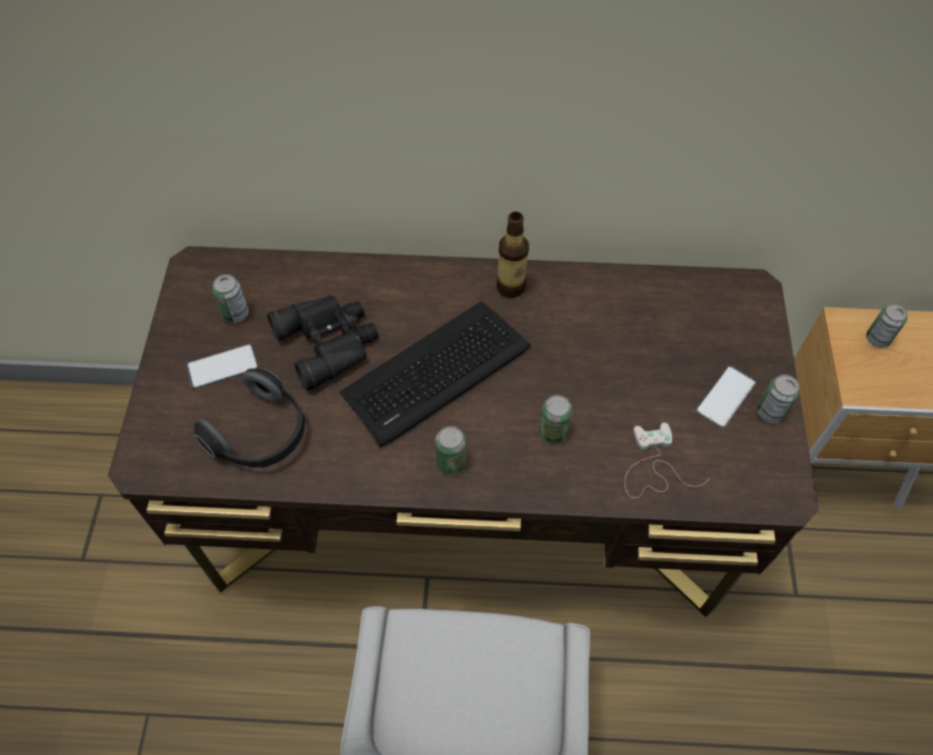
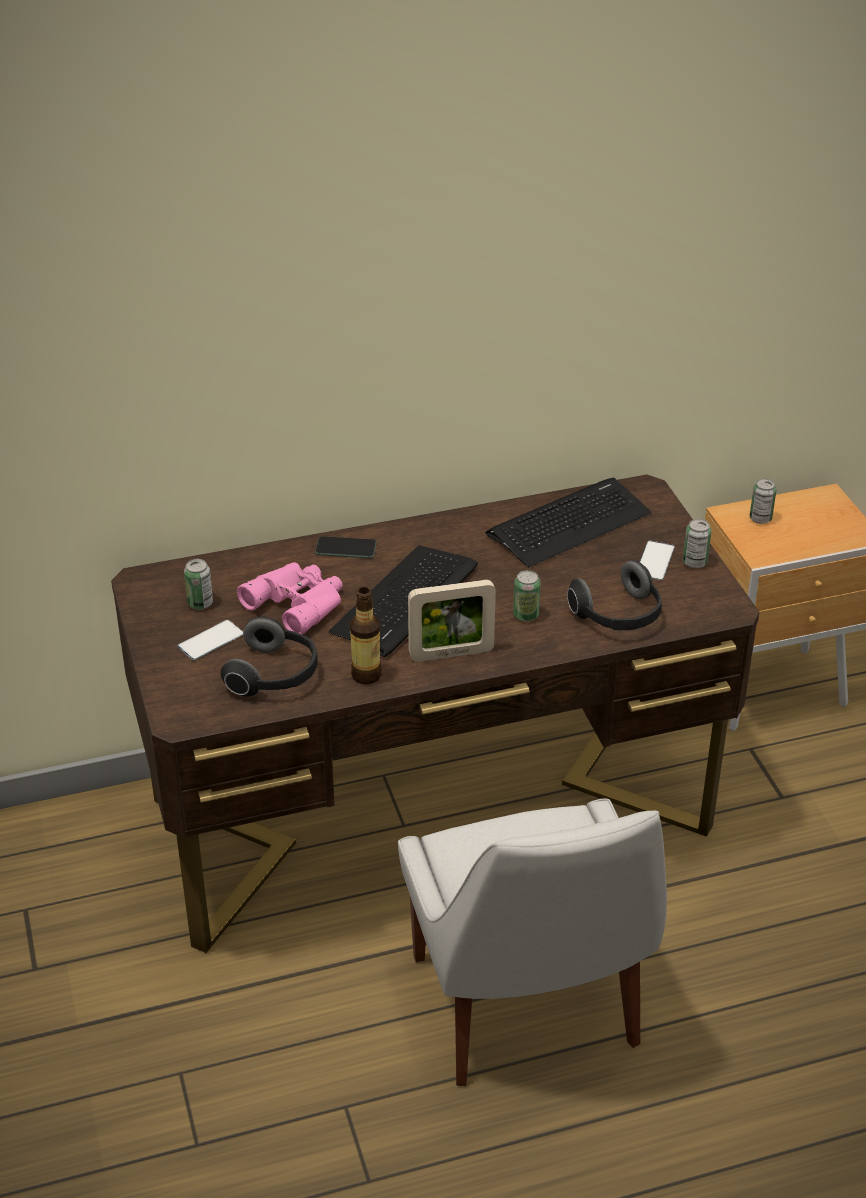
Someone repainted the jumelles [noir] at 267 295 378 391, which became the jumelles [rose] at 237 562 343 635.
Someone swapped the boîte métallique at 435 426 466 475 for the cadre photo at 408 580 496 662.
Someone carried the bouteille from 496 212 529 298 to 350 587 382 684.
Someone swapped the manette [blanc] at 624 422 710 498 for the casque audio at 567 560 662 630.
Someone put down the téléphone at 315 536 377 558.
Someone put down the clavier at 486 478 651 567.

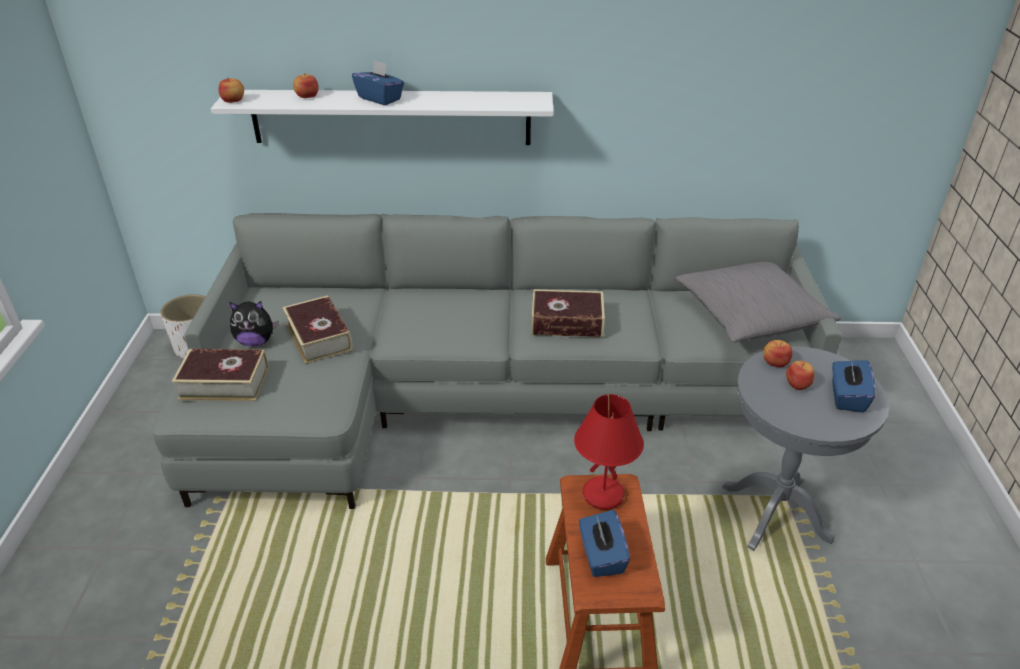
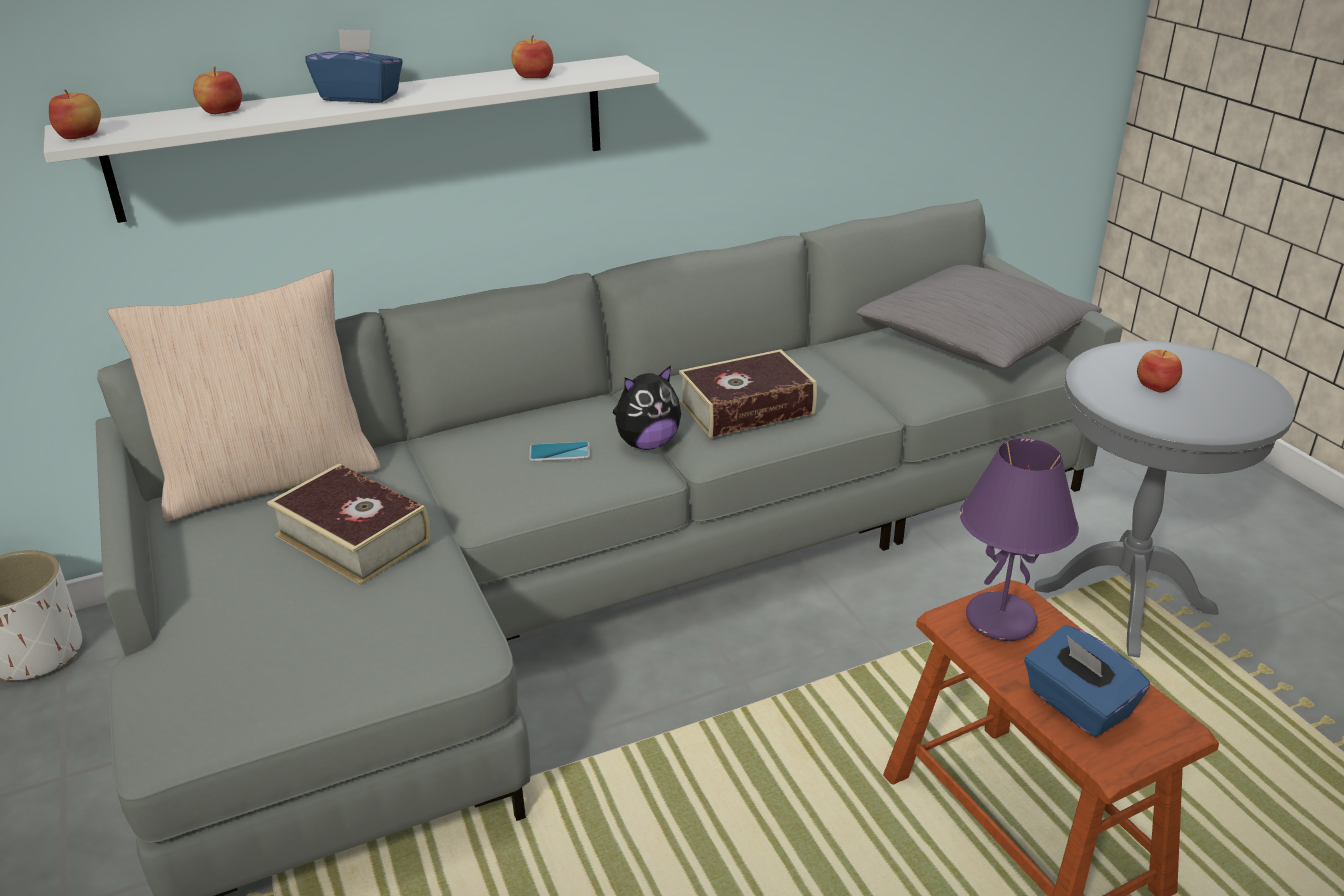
Someone took away the livre at 172 349 269 401.
Someone carried the peluche from 229 301 279 346 to 613 365 681 450.
Someone repainted the lampe de table [rouge] at 574 394 644 510, which became the lampe de table [violet] at 960 438 1079 641.
Someone carried the pomme from 763 340 792 367 to 511 35 554 78.
Someone took away the boîte à mouchoirs [bleu] at 832 356 875 413.
Someone put down the coussin [beige] at 107 269 381 522.
Someone put down the téléphone at 529 442 590 461.

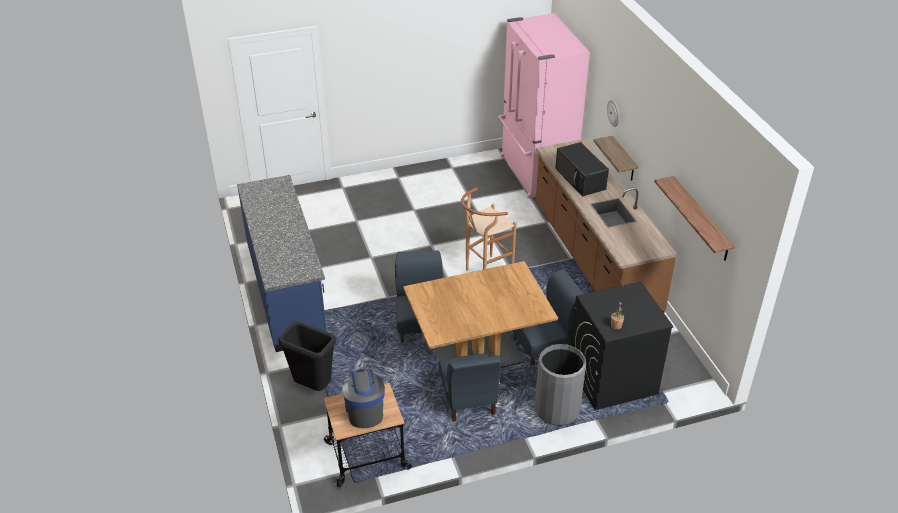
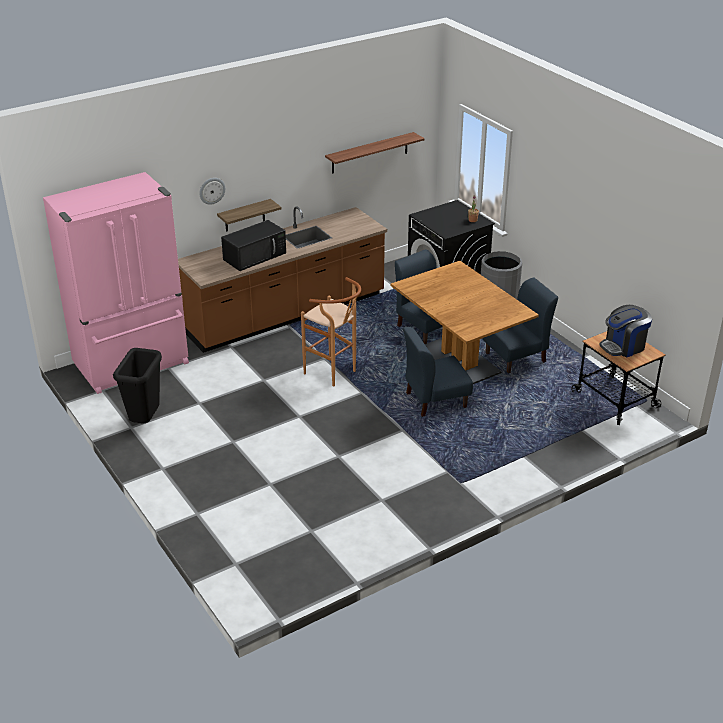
Someone took away the comptoir de cuisine [bleu] at 237 175 327 352.
Someone carried the poubelle [noir] from 278 321 336 391 to 113 348 162 423.

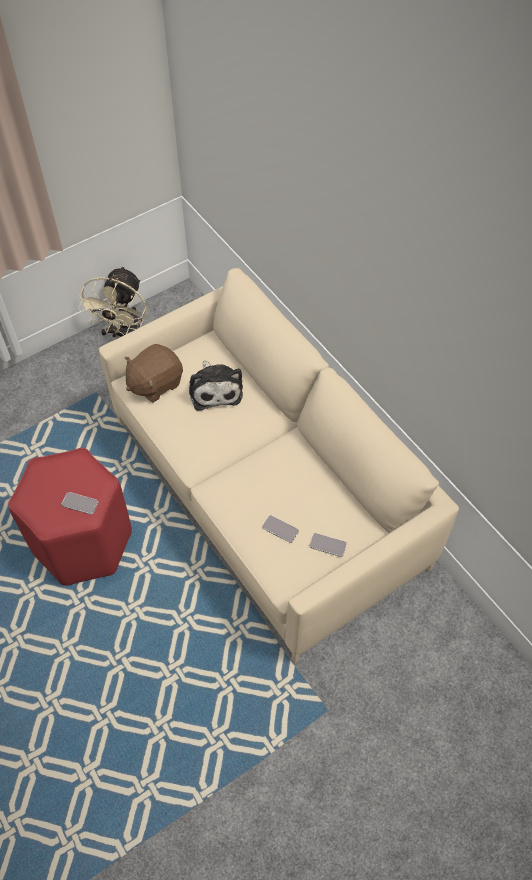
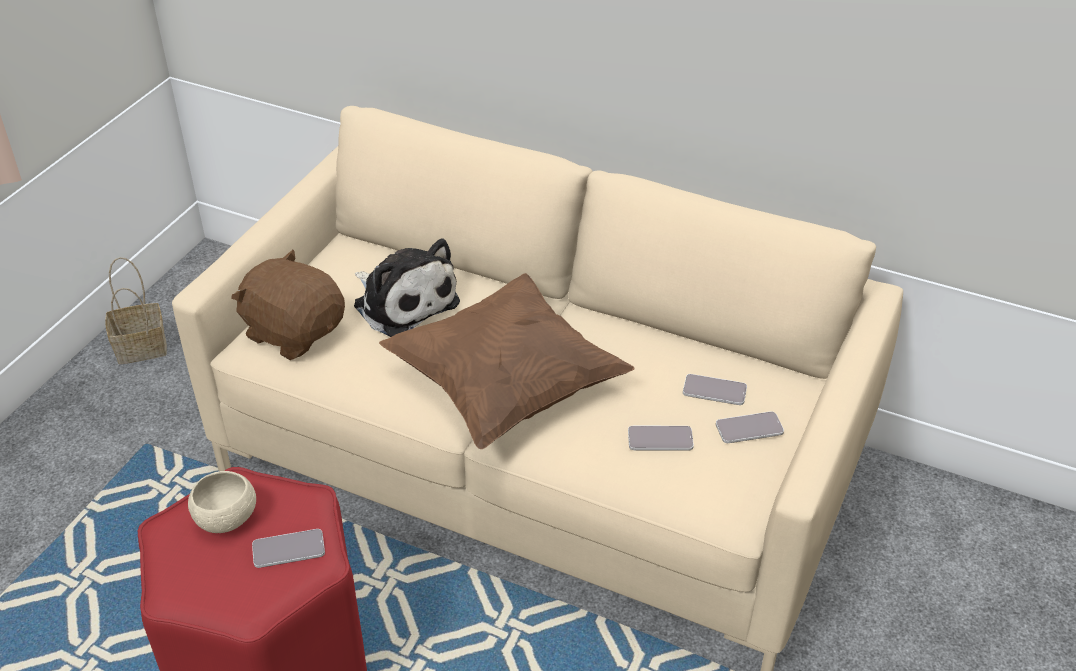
Someone swapped the ventilateur [beige] at 78 266 147 337 for the panier at 105 257 167 364.
Someone rotated the peluche [marron] at 124 344 183 403 by 105 degrees clockwise.
Someone put down the bol [beige] at 188 471 256 533.
Someone put down the coussin [marron] at 379 273 634 449.
Someone put down the téléphone at 683 374 747 405.

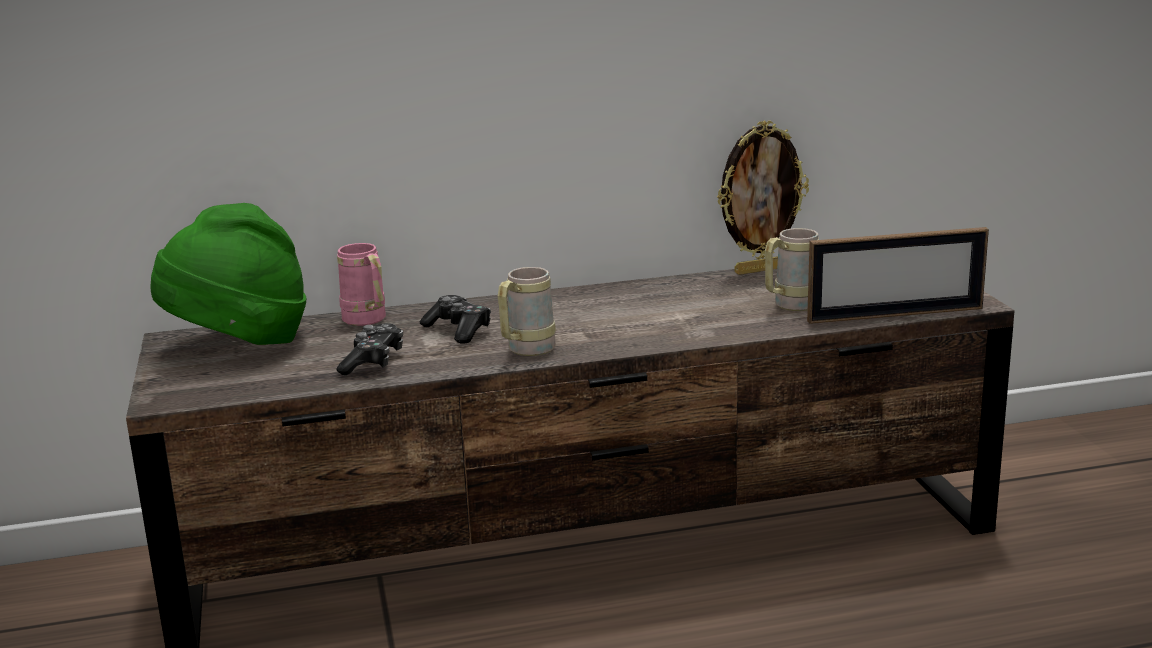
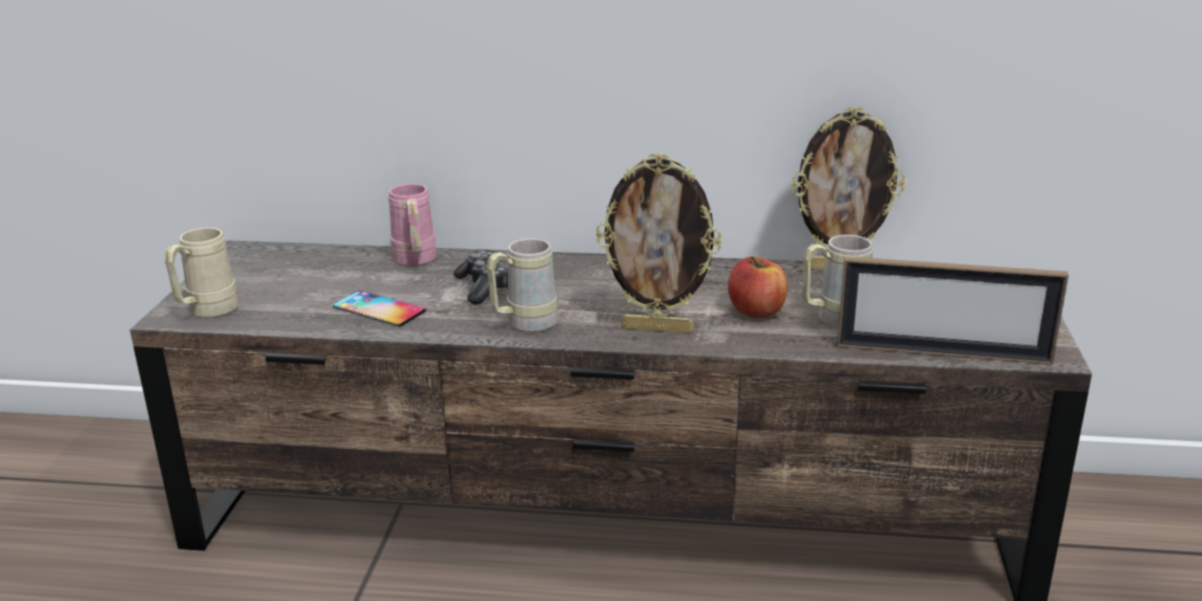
Someone took away the chapeau [vert] at 150 203 306 345.
Someone swapped the manette at 337 323 403 375 for the téléphone at 333 290 426 326.
Someone put down the mug [beige] at 165 227 238 318.
Someone put down the cadre photo at 596 153 722 333.
Someone put down the pomme at 728 256 788 318.

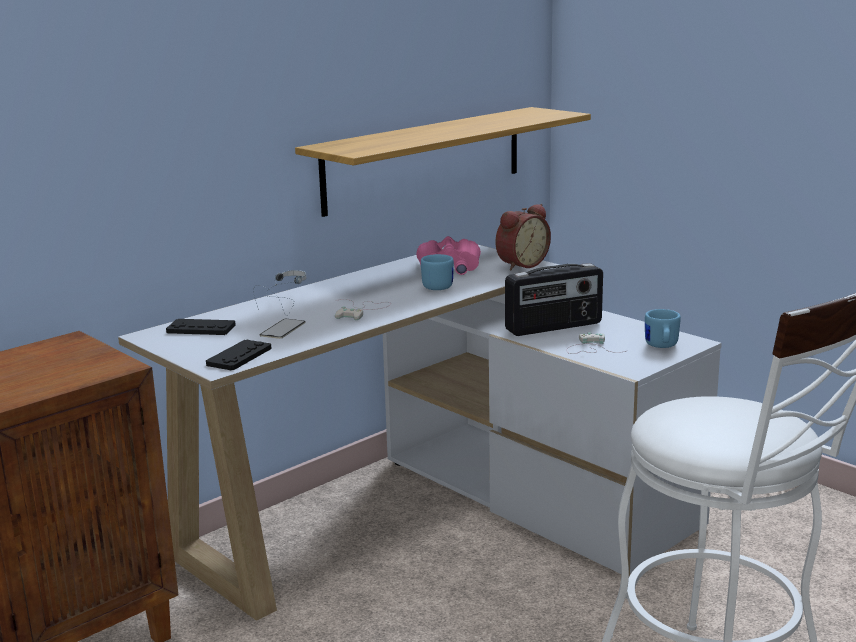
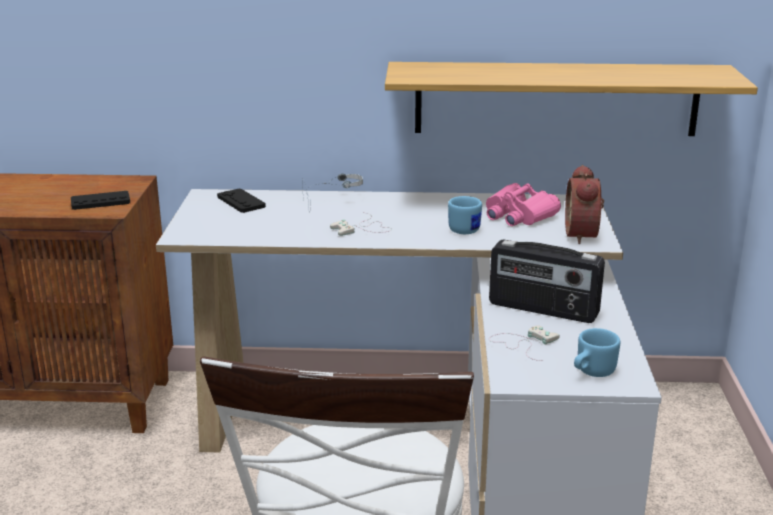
Someone carried the manette [noir] from 206 340 272 371 to 71 191 130 210.
Someone took away the téléphone at 259 319 306 339.
Someone rotated the réveil at 496 204 551 271 by 90 degrees clockwise.

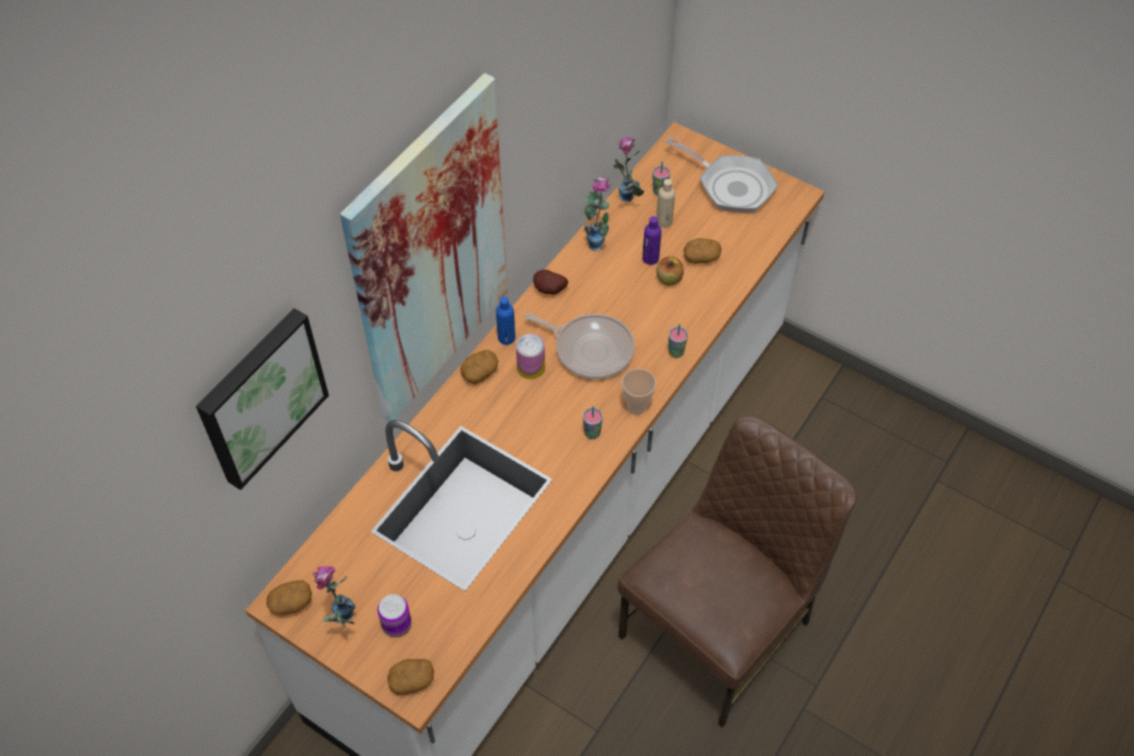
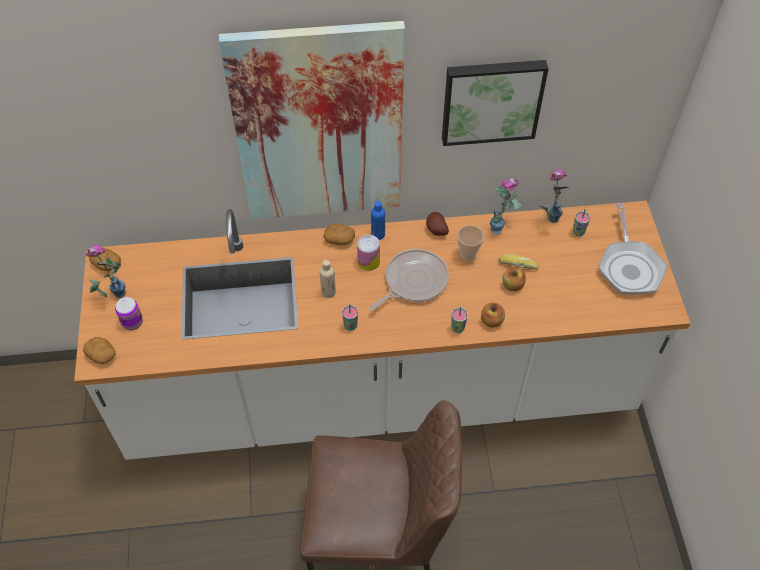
Someone carried the tableau from 196 308 329 490 to 442 60 549 146.
Someone rotated the poêle at 524 313 635 379 by 120 degrees counterclockwise.
Someone carried the tasse from 622 369 656 415 to 457 225 484 262.
Someone swapped the bouteille [violet] at 642 216 662 265 for the pain at 499 254 539 270.
Someone carried the bouteille [beige] from 656 179 675 228 to 320 260 336 298.
Someone took away the pomme de terre at 684 238 721 264.
Someone put down the pomme at 481 302 505 328.

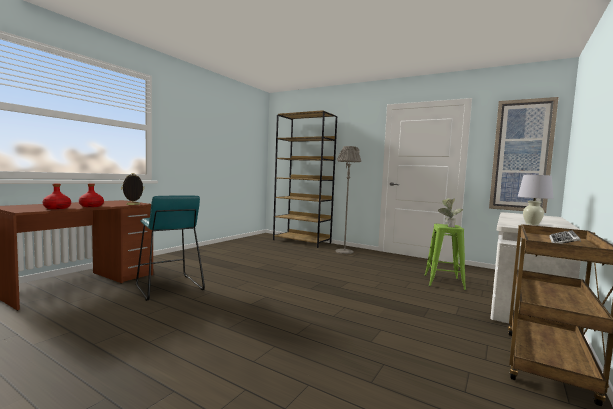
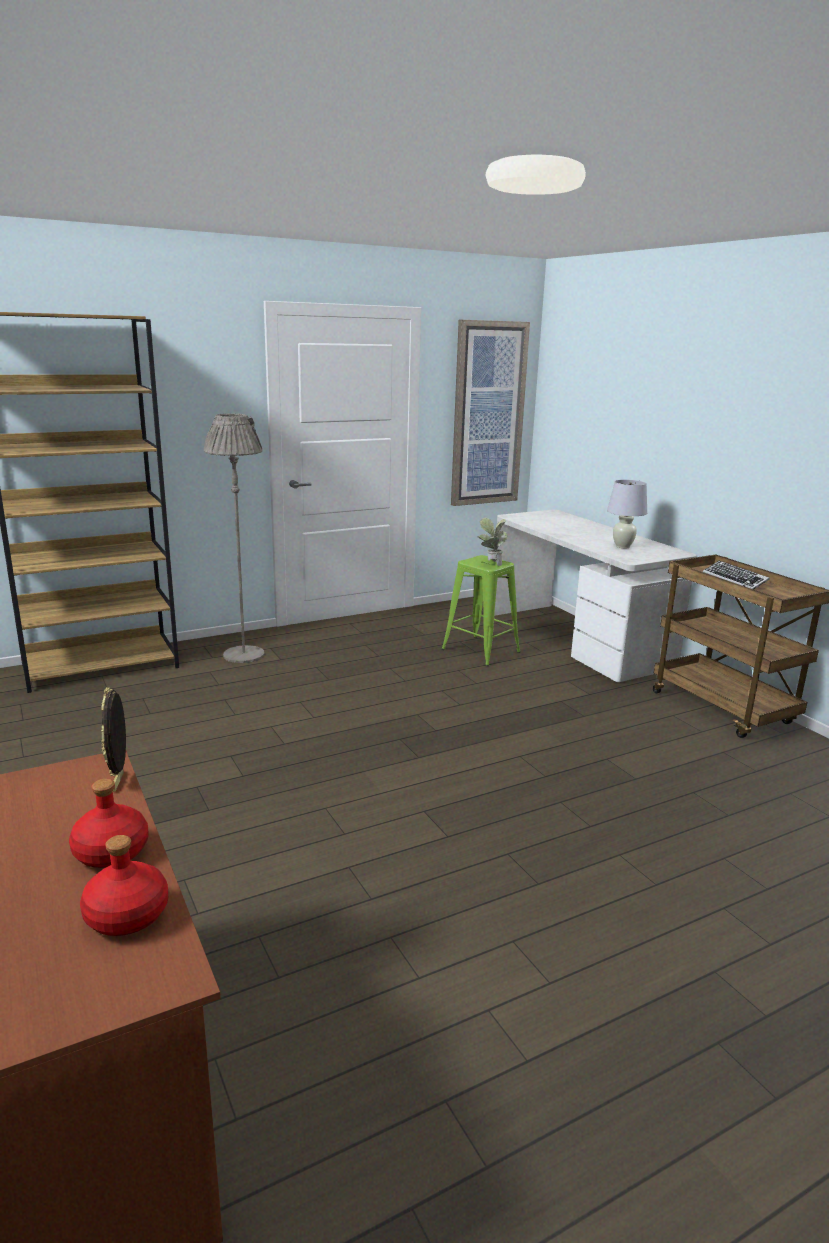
Someone took away the tabouret [turquoise] at 136 195 205 301.

